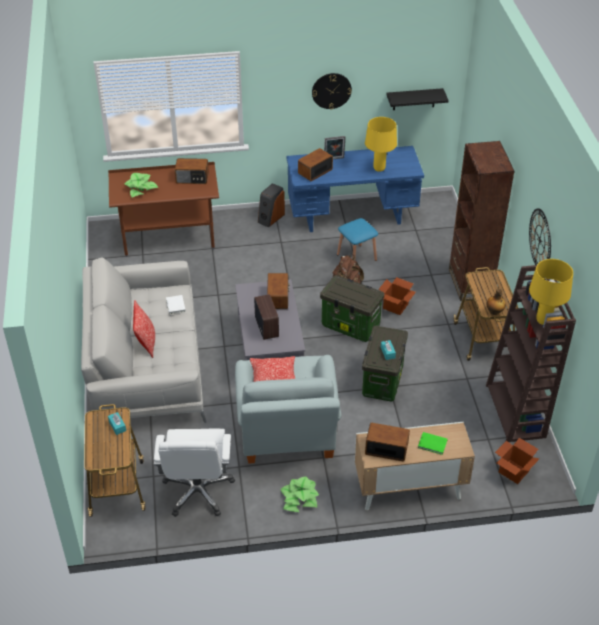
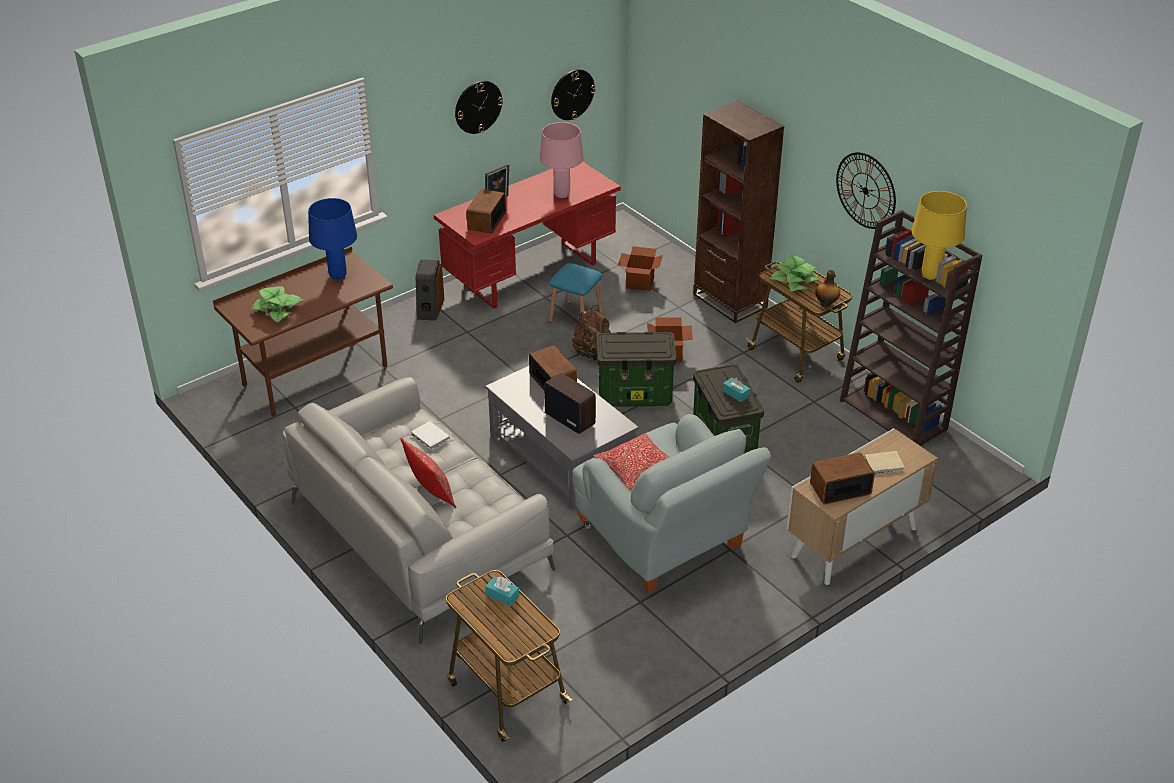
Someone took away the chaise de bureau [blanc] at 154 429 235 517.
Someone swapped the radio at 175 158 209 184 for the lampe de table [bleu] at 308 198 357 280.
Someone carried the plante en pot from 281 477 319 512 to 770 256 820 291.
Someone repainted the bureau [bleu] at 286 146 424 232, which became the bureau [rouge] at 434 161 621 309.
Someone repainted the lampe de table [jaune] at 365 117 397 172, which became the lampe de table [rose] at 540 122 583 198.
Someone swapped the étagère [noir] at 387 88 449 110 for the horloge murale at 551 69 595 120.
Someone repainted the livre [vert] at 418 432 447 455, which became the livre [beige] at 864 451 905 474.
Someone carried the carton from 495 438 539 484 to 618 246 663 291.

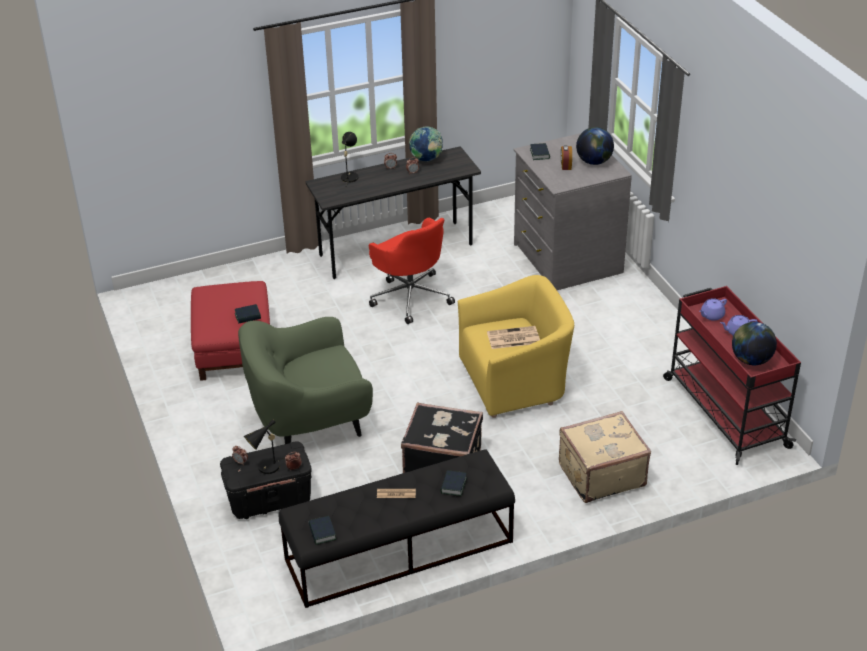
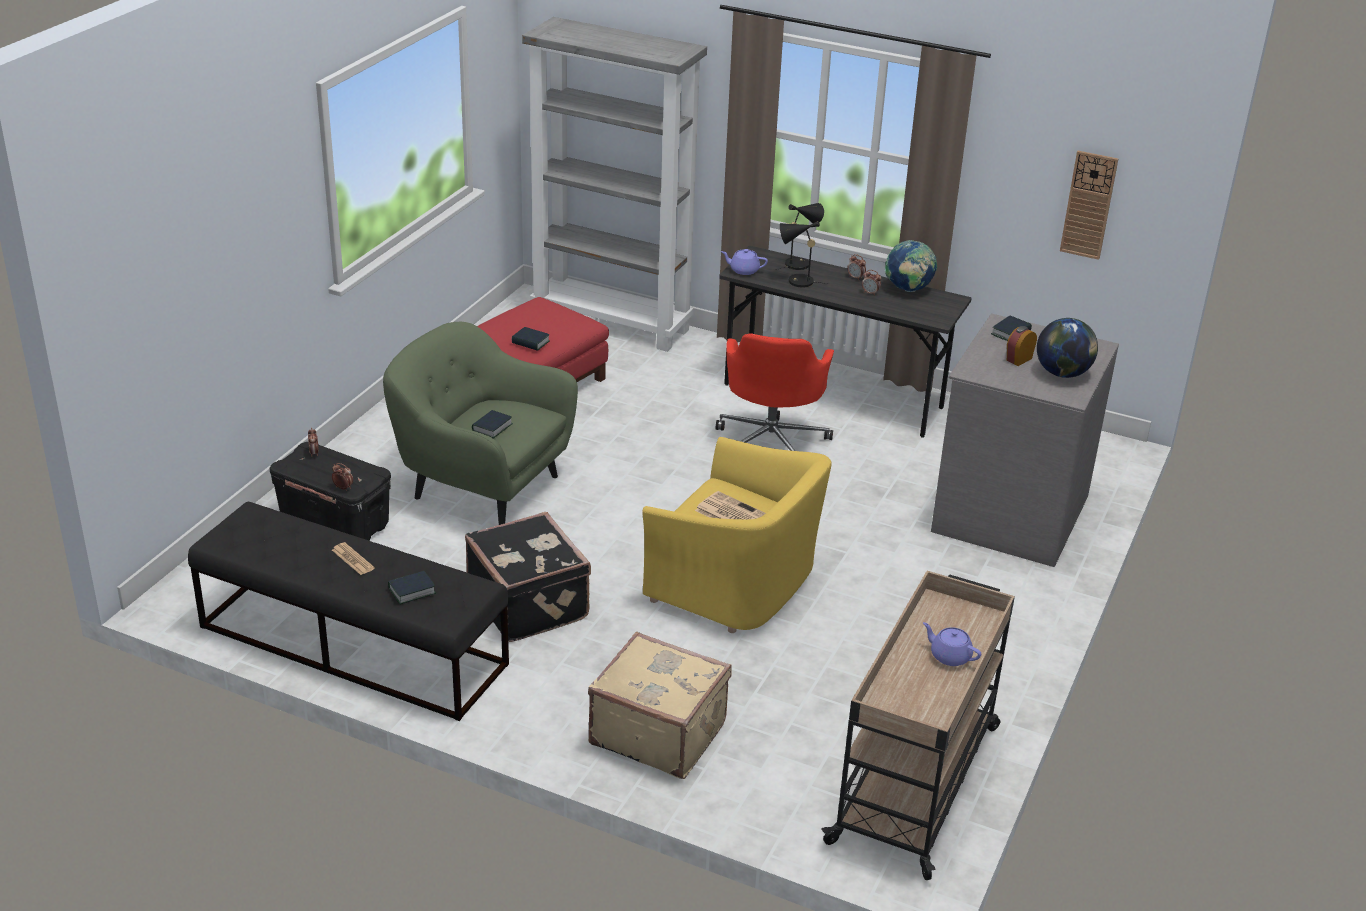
Someone carried the lampe de table [noir] from 244 419 284 474 to 780 221 829 287.
Someone carried the livre from 308 516 336 545 to 472 410 513 438.
Someone repainted the chariot [rouge] at 663 286 801 465, which became the chariot [beige] at 821 571 1015 880.
Someone carried the théière [violet] from 699 298 727 321 to 721 249 768 275.
Someone took away the globe at 732 322 777 365.
Someone put down the bibliothèque [gris] at 522 17 707 352.
Someone put up the horloge murale at 1060 151 1118 260.

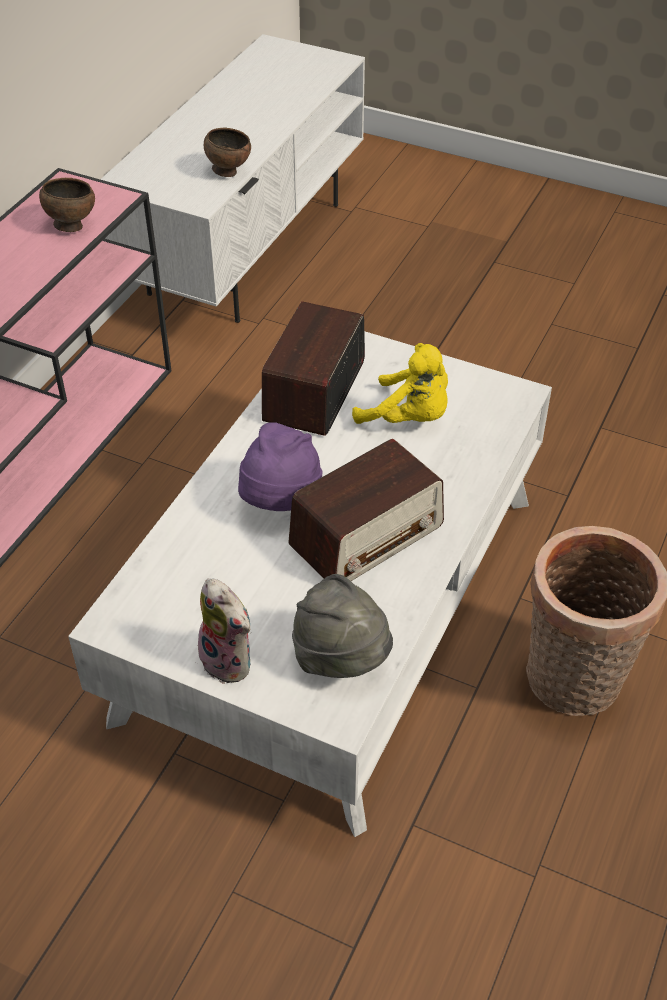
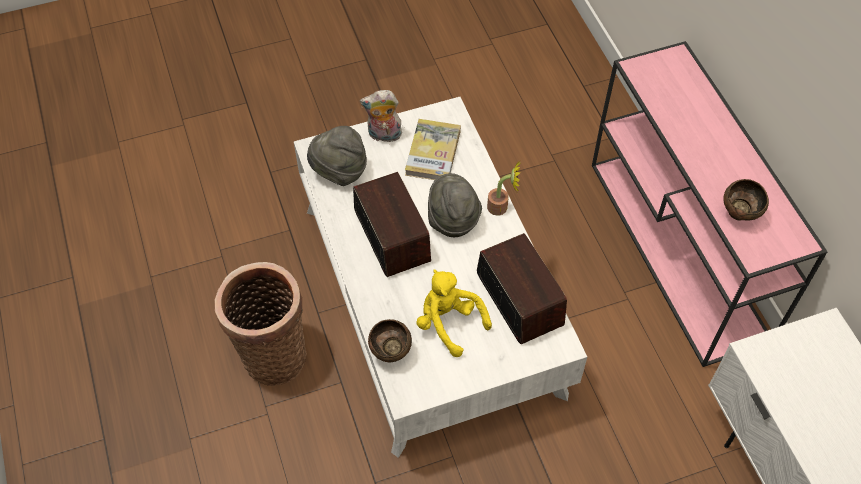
Someone carried the bol [marron] from 204 127 251 177 to 368 319 412 362.
Someone repainted the chapeau [violet] at 238 422 322 511, which became the chapeau [gris] at 428 173 482 237.
Someone rotated the radio at 288 439 444 581 by 150 degrees clockwise.
Someone rotated the peluche [jaune] at 352 343 448 424 by 60 degrees clockwise.
Someone put down the livre at 405 119 461 180.
Someone put down the plante en pot at 487 160 521 215.

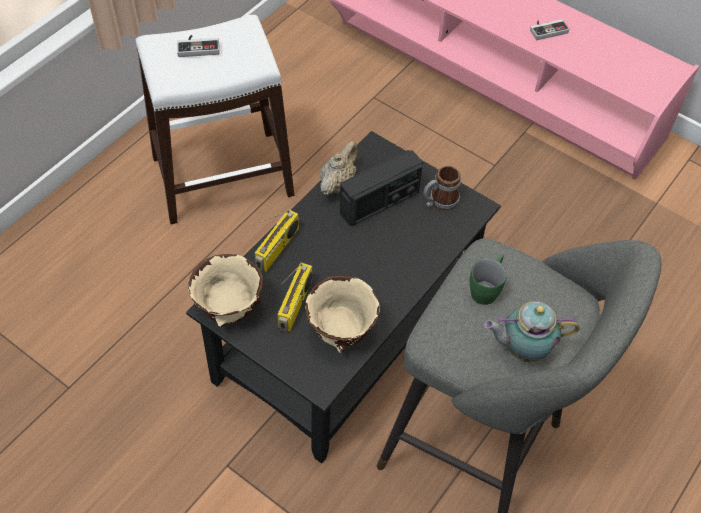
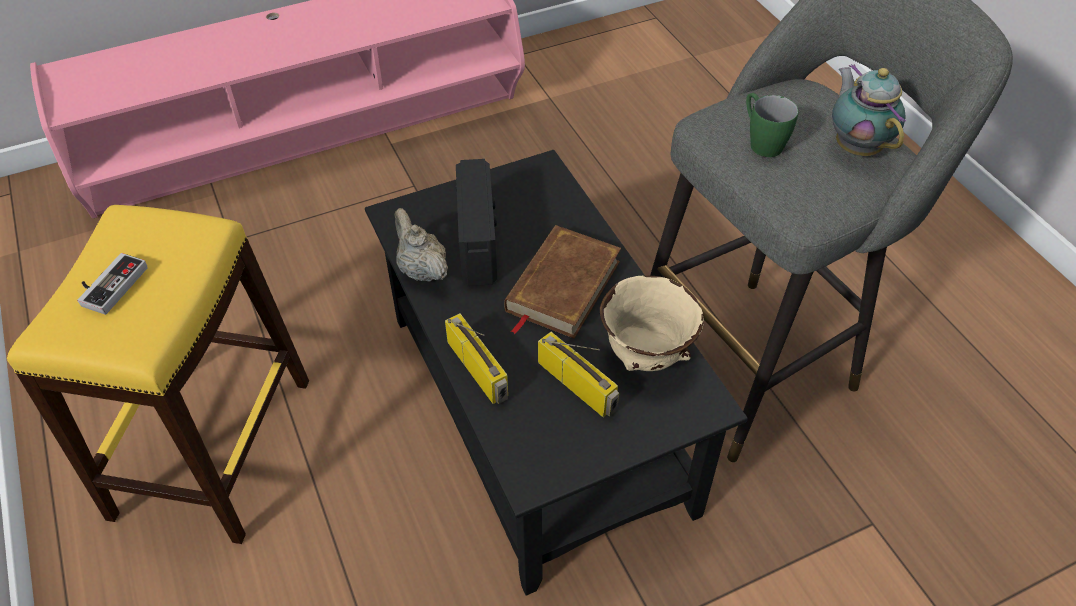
Someone repainted the tabouret [blanc] at 136 15 295 224, which became the tabouret [jaune] at 7 205 309 544.
Someone took away the bol [beige] at 188 254 263 327.
Someone took away the mug at 424 166 461 210.
Someone rotated the théière at 484 301 580 362 by 135 degrees clockwise.
Someone took away the manette at 530 19 569 40.
Someone put down the livre [marron] at 504 225 621 338.

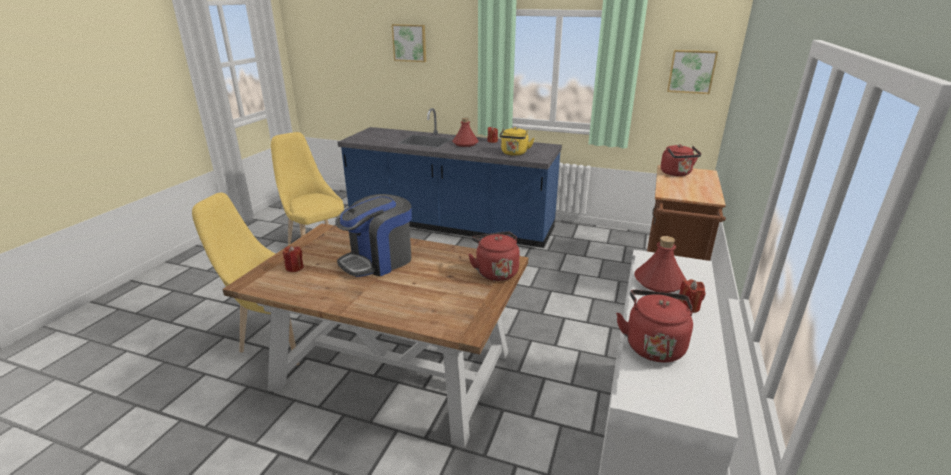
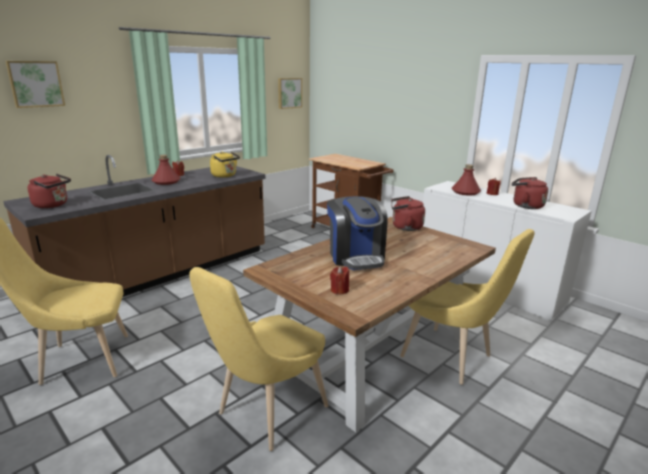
Someone repainted the comptoir de cuisine [bleu] at 338 108 562 248, which became the comptoir de cuisine [marron] at 3 155 265 297.
Someone carried the bouilloire [rouge] from 661 144 701 176 to 28 174 71 208.
Someone put down the chaise [jaune] at 400 229 535 385.

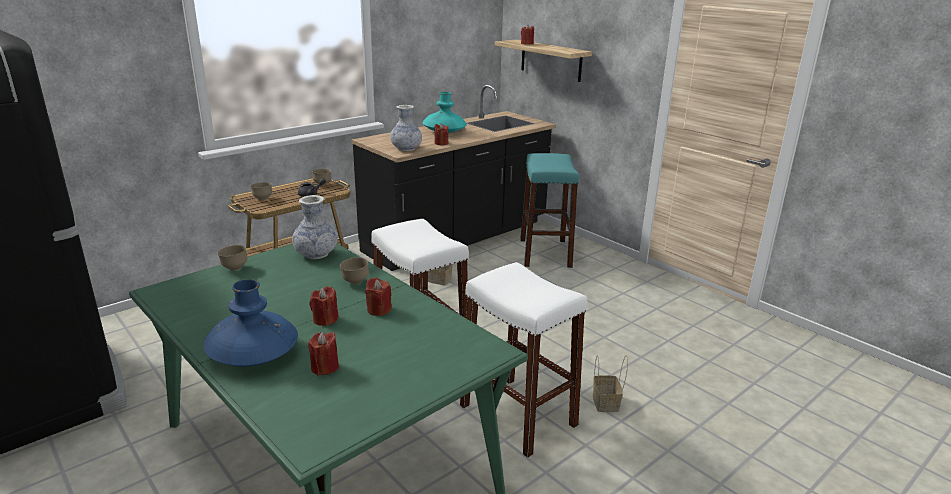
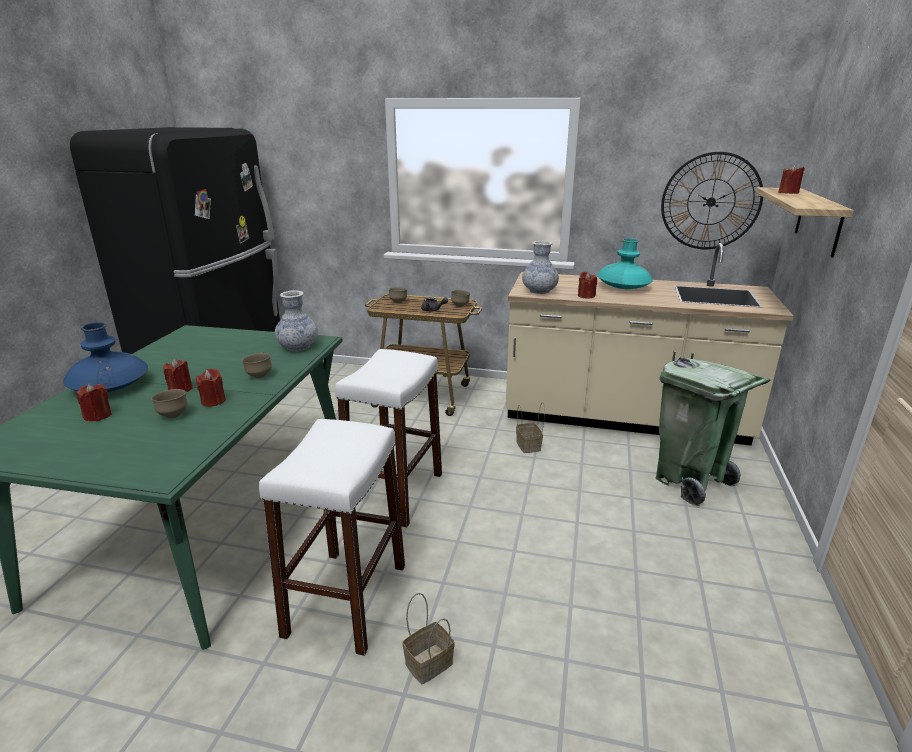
Someone carried the bol [marron] from 218 245 248 271 to 151 389 187 418.
Someone repainted the comptoir de cuisine [noir] at 351 85 556 271, which became the comptoir de cuisine [beige] at 506 243 794 445.
Someone swapped the tabouret [turquoise] at 520 153 579 268 for the poubelle [vert] at 656 357 770 507.
Someone put up the horloge murale at 661 152 763 249.

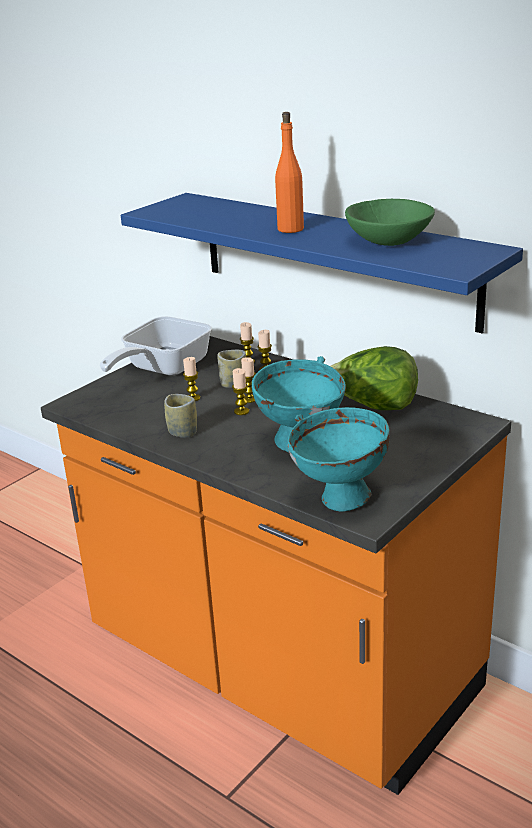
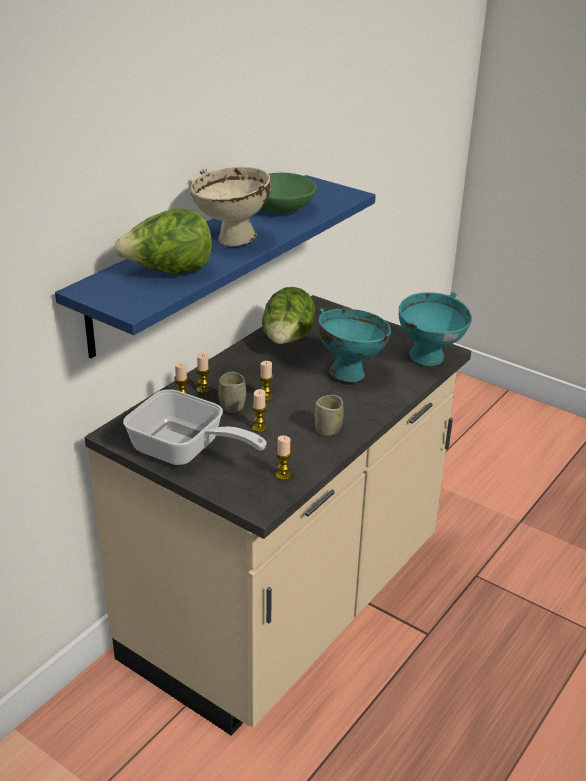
Someone repainted the comptoir de cuisine [orange] at 41 336 511 795, which became the comptoir de cuisine [beige] at 84 295 471 736.
Someone carried the bougie from 232 368 249 415 to 276 436 292 480.
Someone swapped the bouteille [orange] at 275 112 304 233 for the bol [beige] at 190 167 271 246.
Someone put down the laitue at 114 209 212 274.

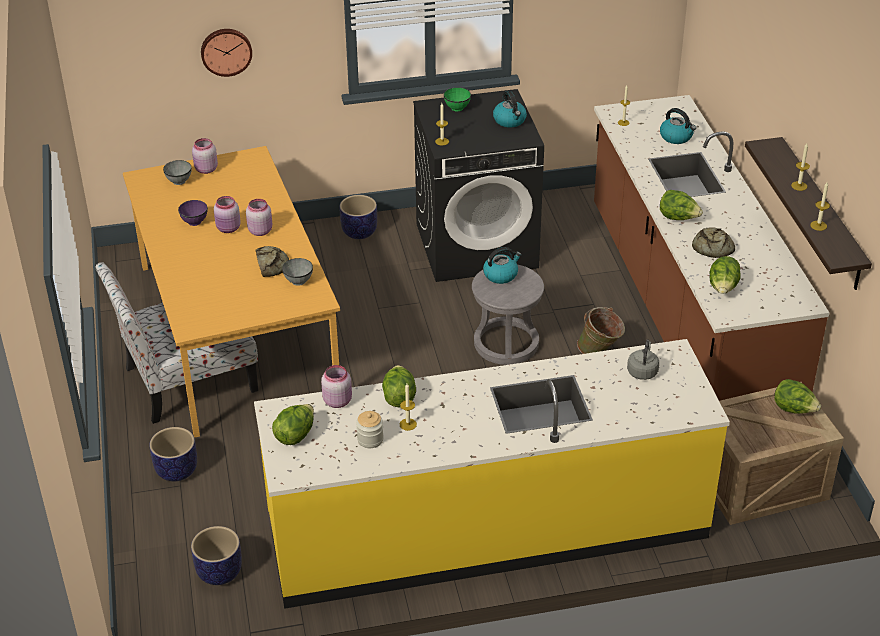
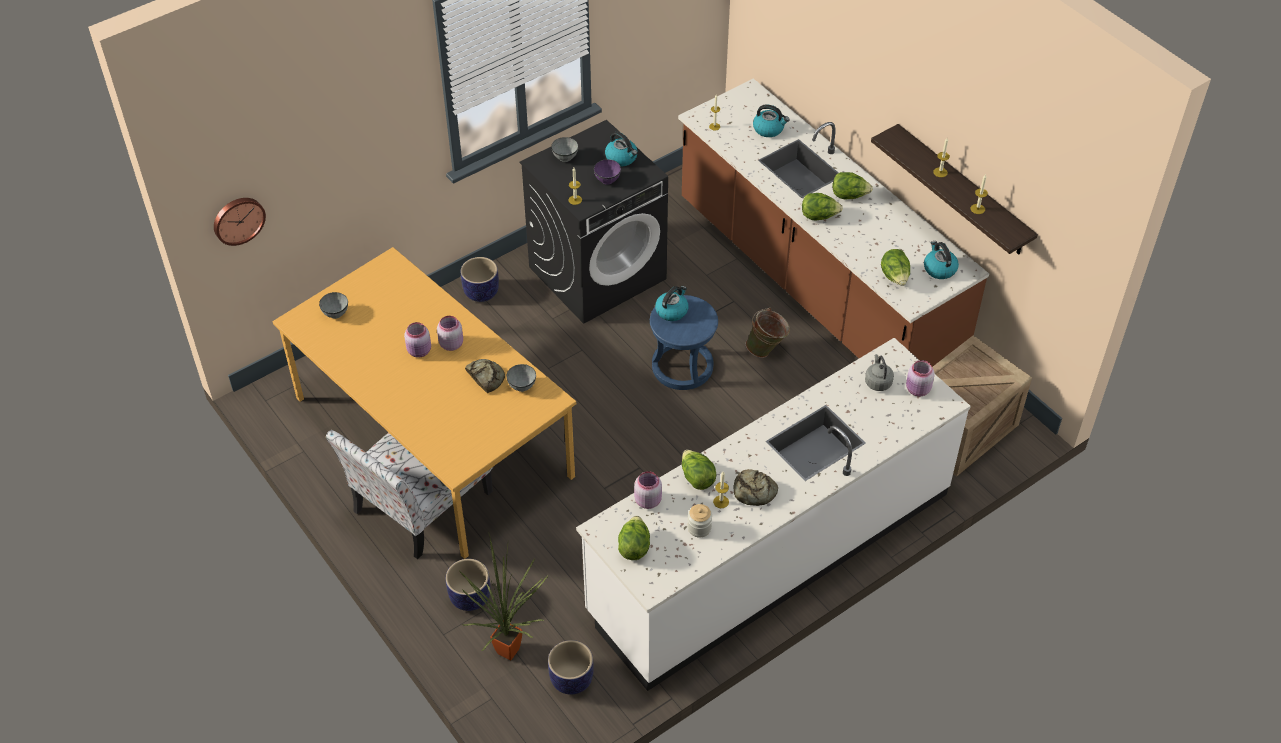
Someone carried the bol [violet] from 178 200 208 226 to 594 159 621 185.
Someone carried the bocal [rose] from 192 138 218 174 to 906 360 935 396.
Someone carried the horloge murale from 201 29 252 77 to 214 198 266 246.
Someone repainted the comptoir de cuisine [jaune] at 254 339 730 609, which became the comptoir de cuisine [blanc] at 576 338 971 691.
Someone repainted the bol [vert] at 444 87 471 111, which became the bol [gris] at 551 137 578 162.
Someone repainted the tabouret [gris] at 472 265 544 365, which became the tabouret [bleu] at 650 295 718 390.
Someone carried the pain from 692 227 735 258 to 734 469 778 506.
Someone carried the laitue from 774 379 821 414 to 833 172 873 199.
Someone put down the plante en pot at 460 534 548 660.
Someone put down the bouilloire at 924 241 959 279.

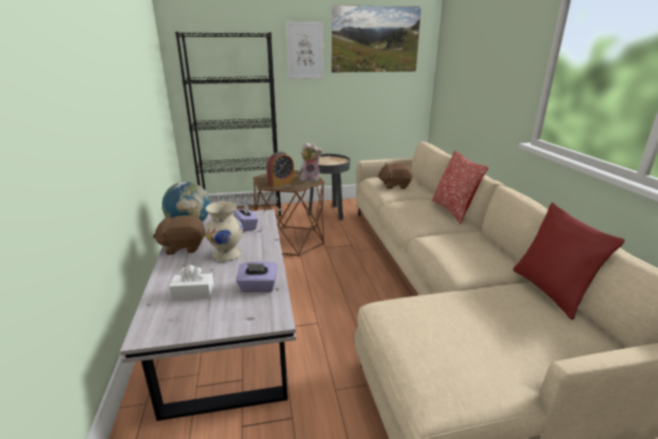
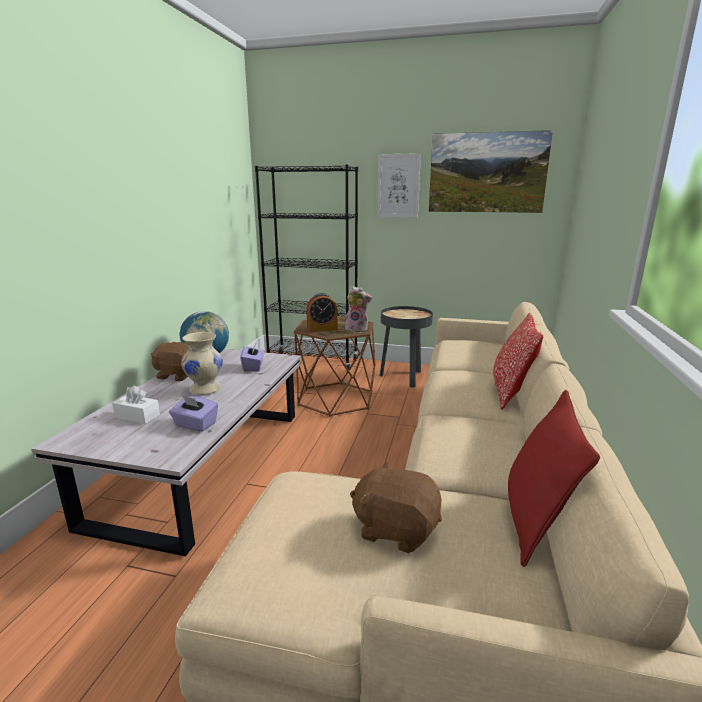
Someone carried the peluche [marron] from 377 163 412 189 to 350 461 442 553.

